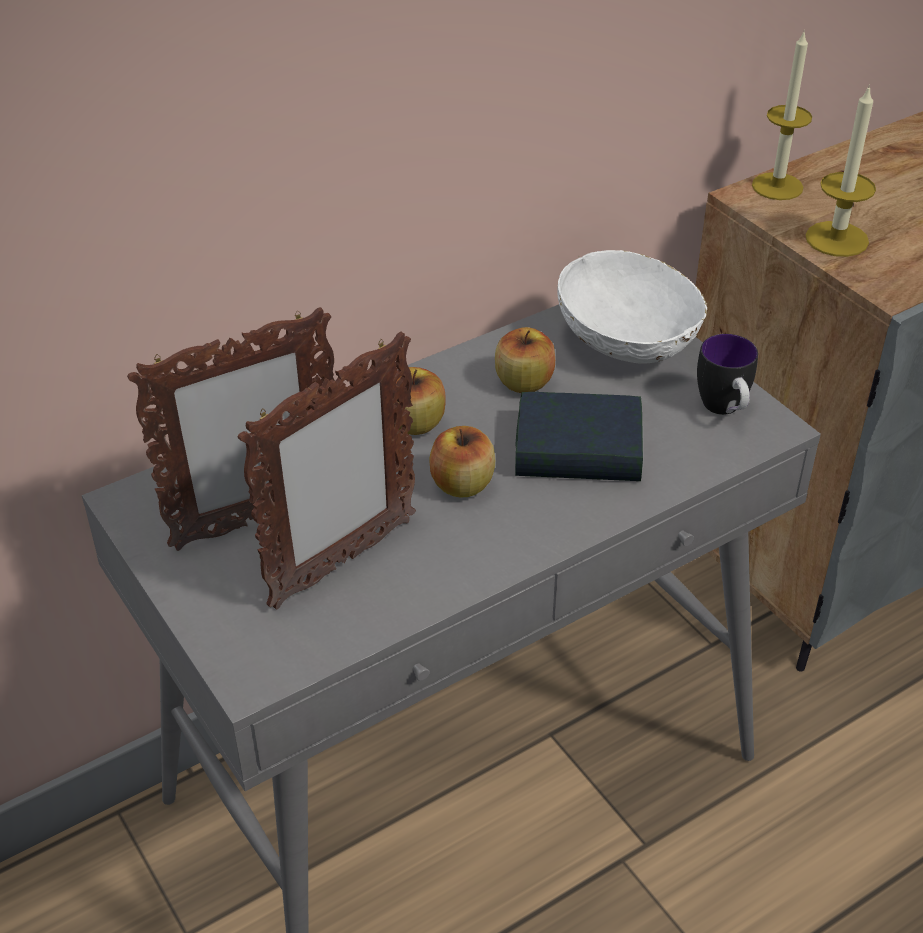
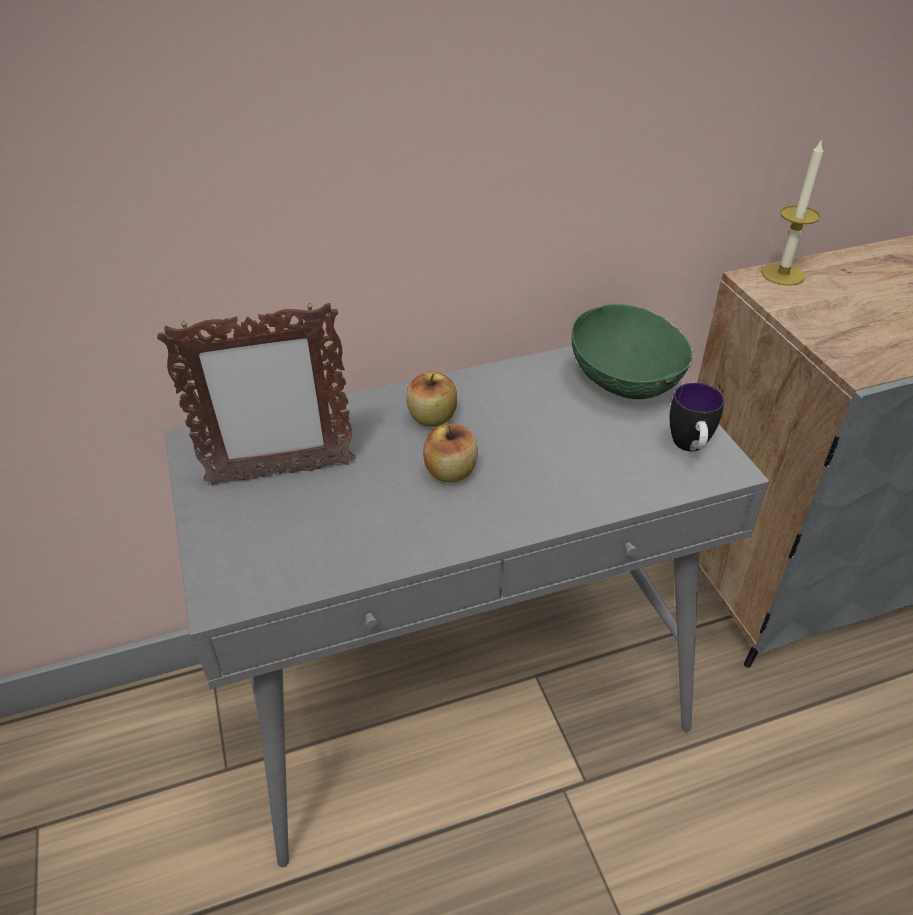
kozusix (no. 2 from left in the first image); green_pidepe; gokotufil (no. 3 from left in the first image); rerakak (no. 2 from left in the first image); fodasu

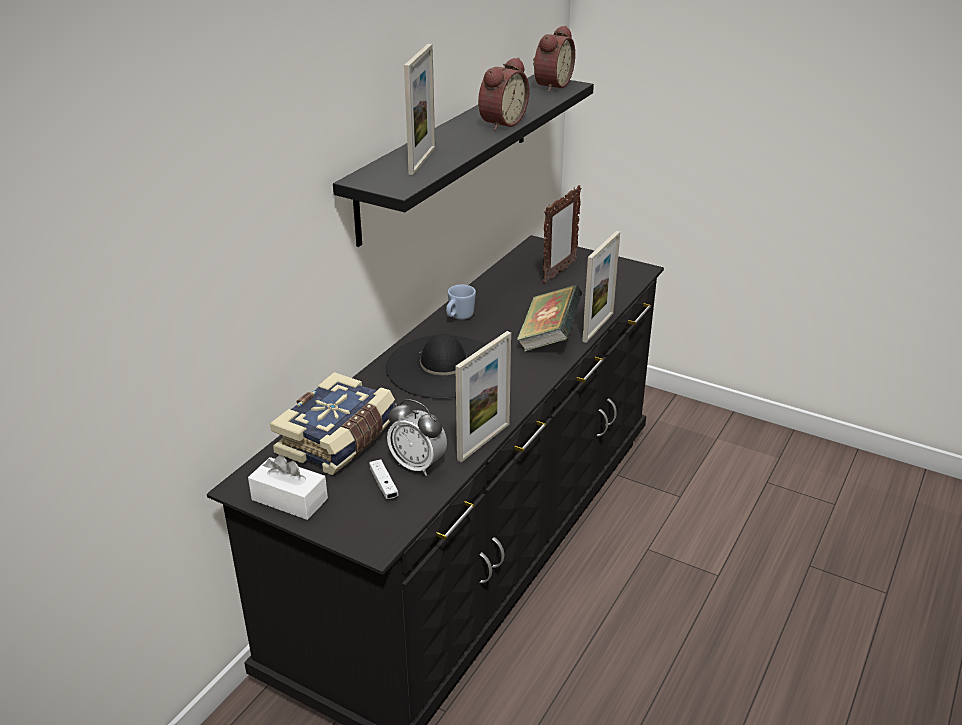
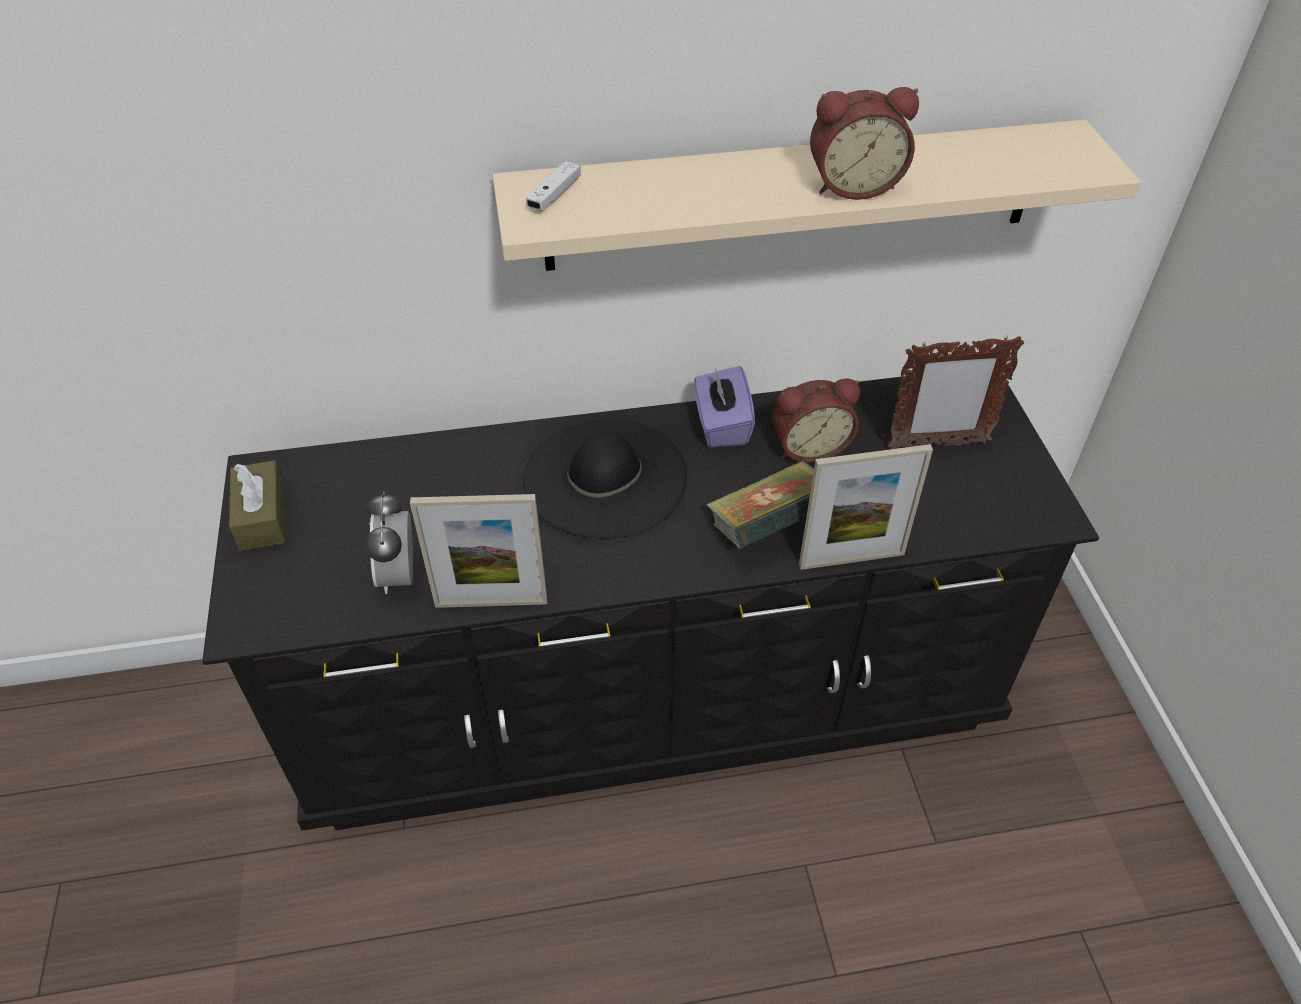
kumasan (no. 2 from left); rerakak (no. 1 from left in the first image); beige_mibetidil; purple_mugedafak; fodasu (no. 1 from left in the first image); brown_mugedafak; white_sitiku

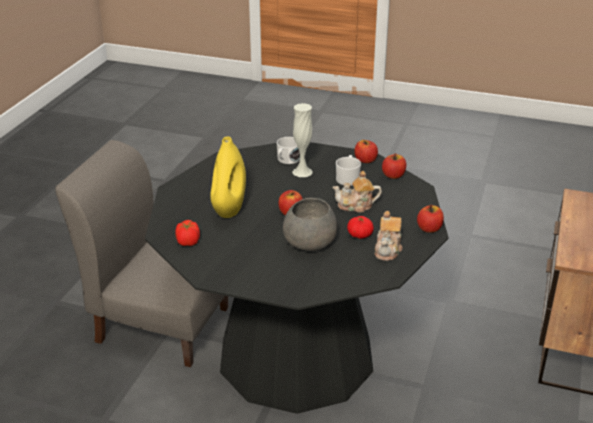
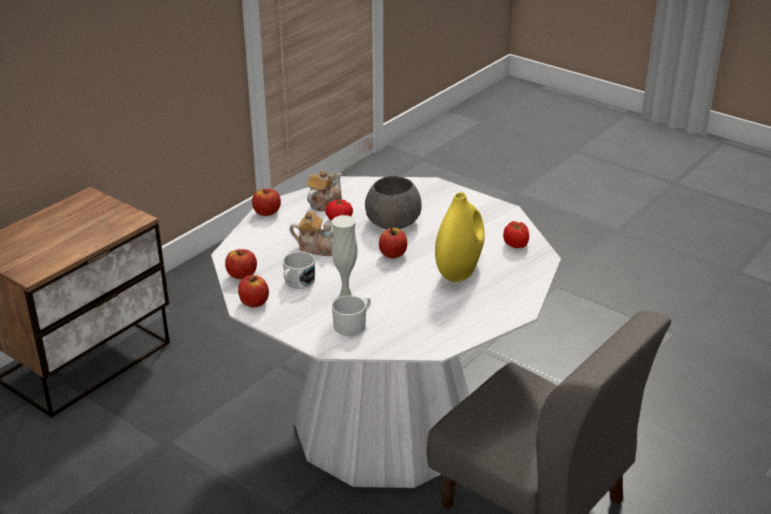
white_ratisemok

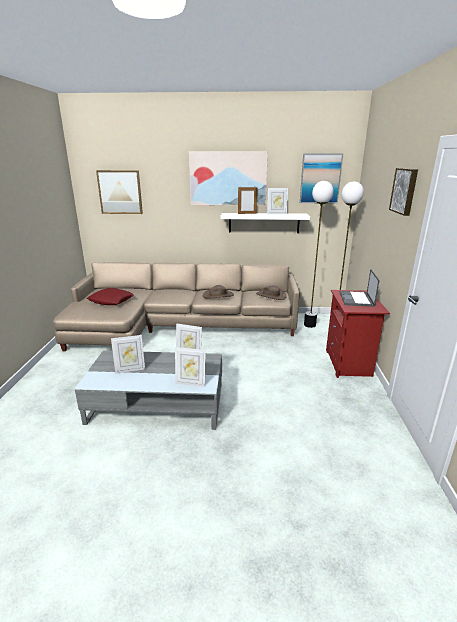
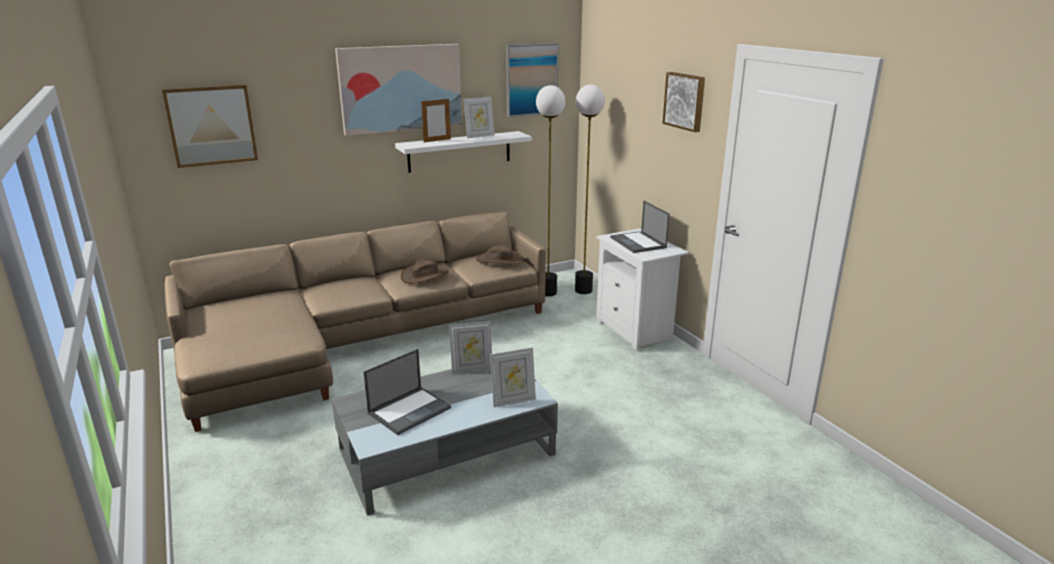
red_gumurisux; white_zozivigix; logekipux (no. 1 from left)

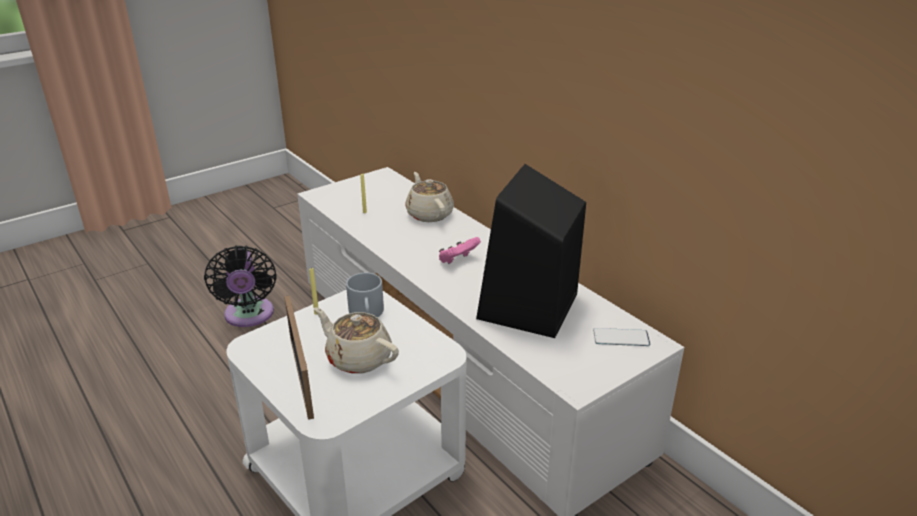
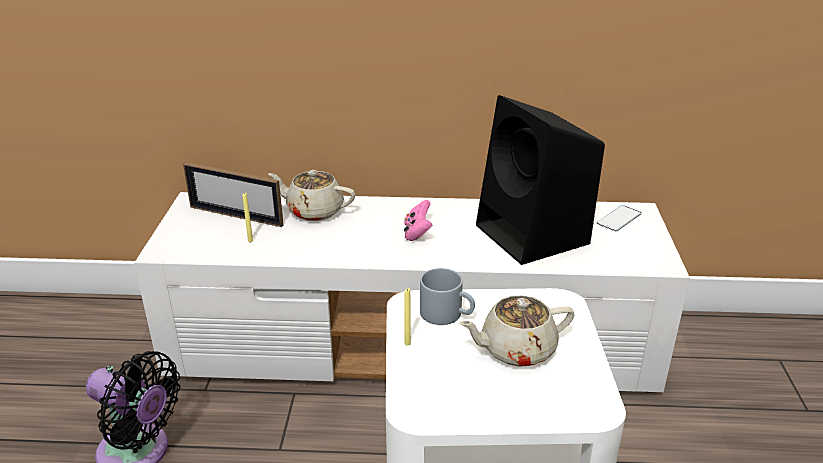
rerakak

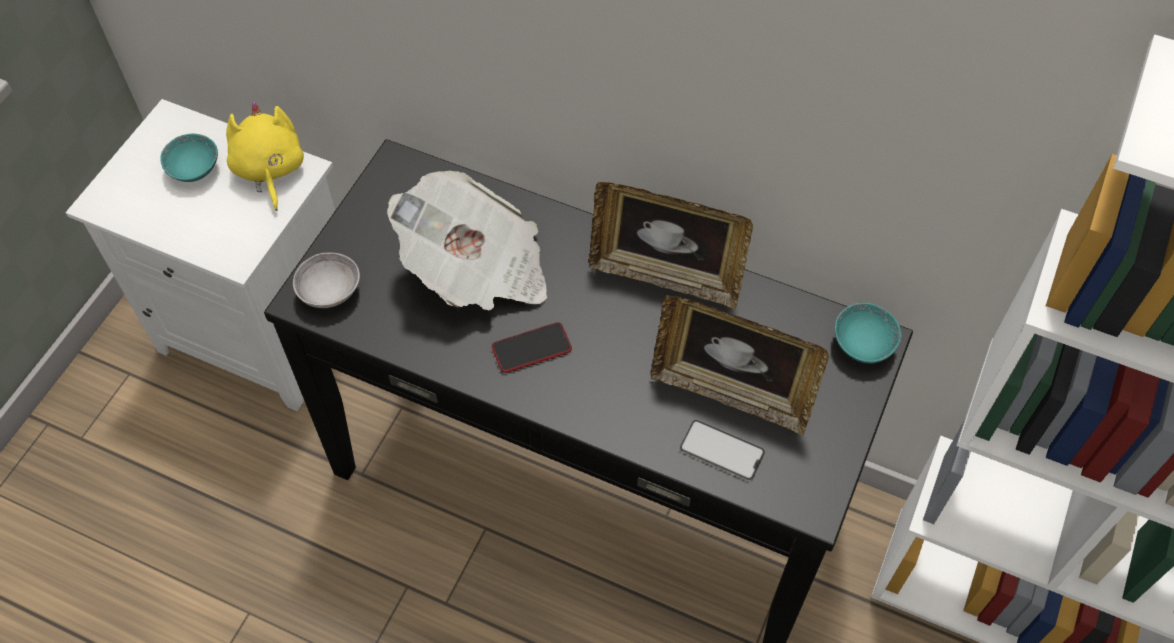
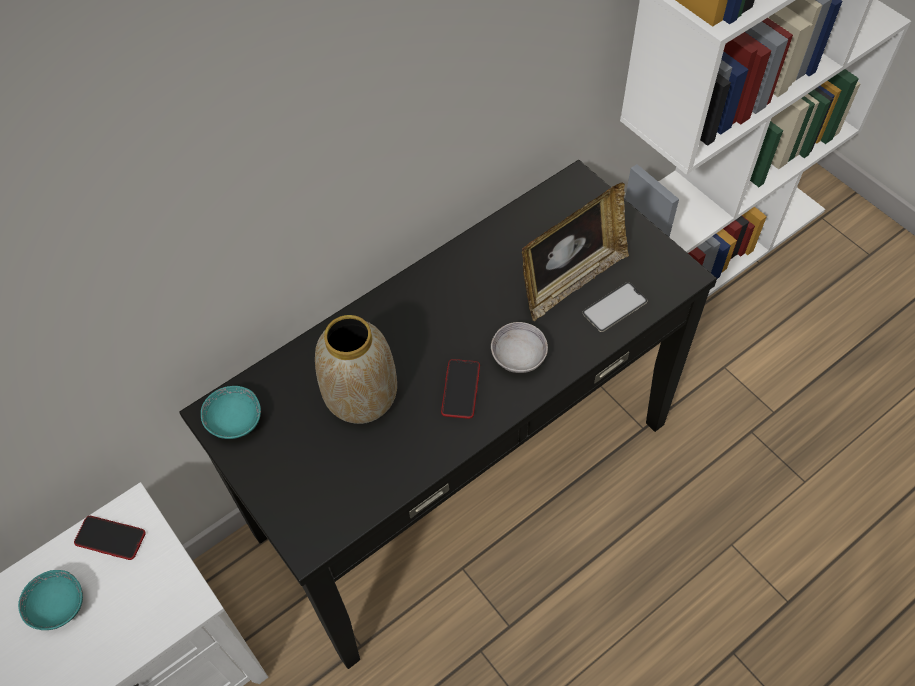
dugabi (no. 1 from left); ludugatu; rerakak (no. 1 from left in the first image); grey_pidepe; turquoise_pidepe (no. 2 from left)

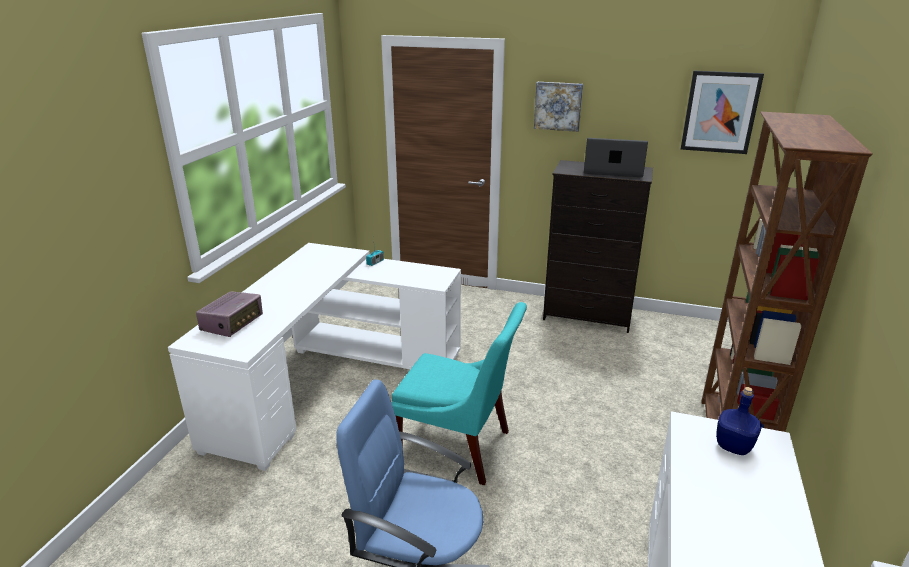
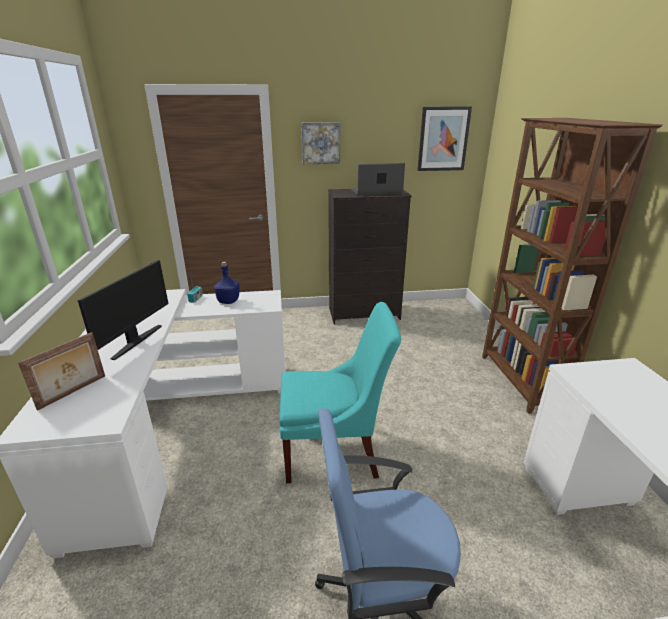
rerakak; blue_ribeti; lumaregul

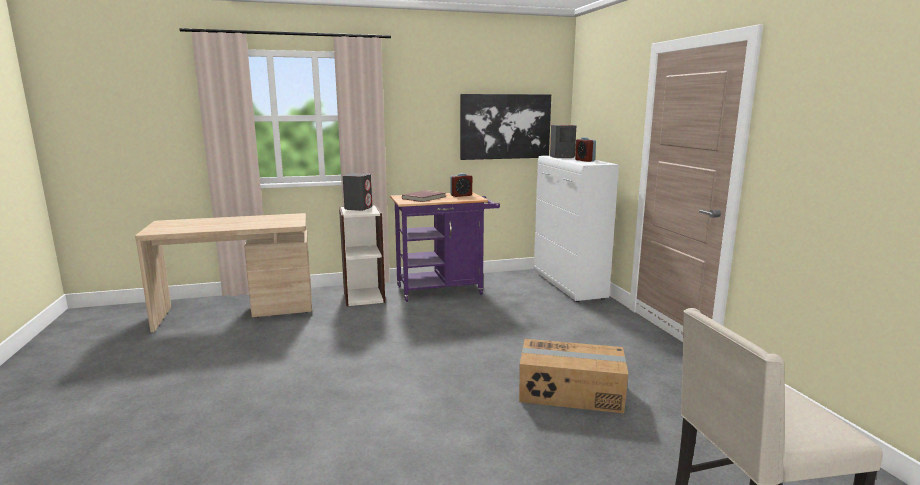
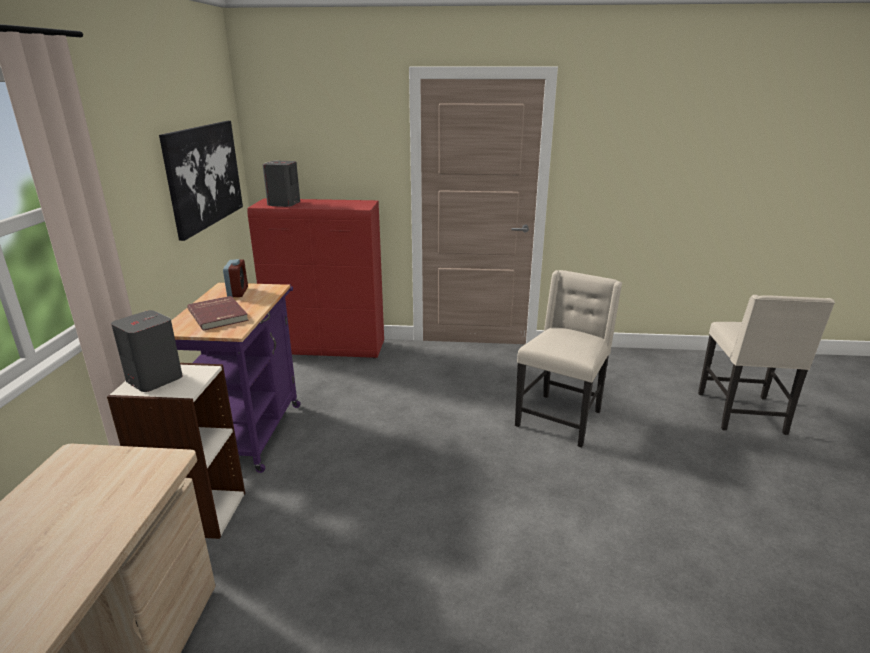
kumasan (no. 2 from left in the first image); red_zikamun; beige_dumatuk (no. 1 from left)

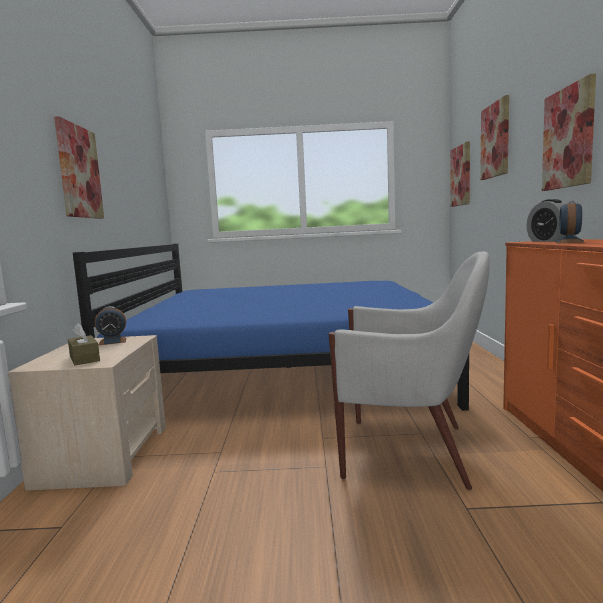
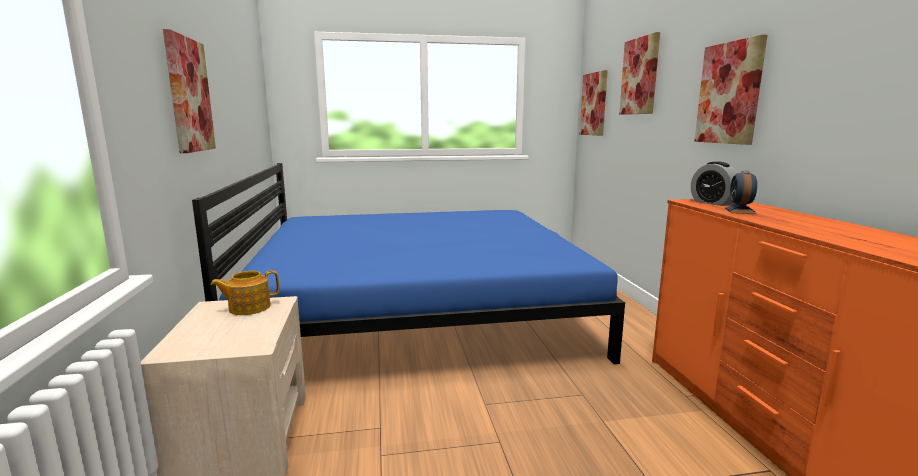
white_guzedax; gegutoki; brown_mugedafak

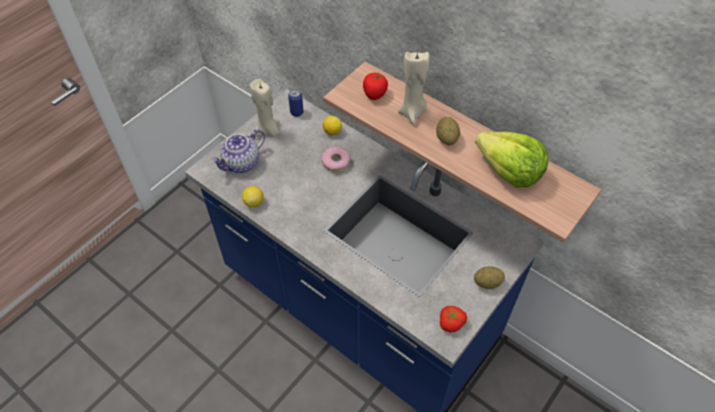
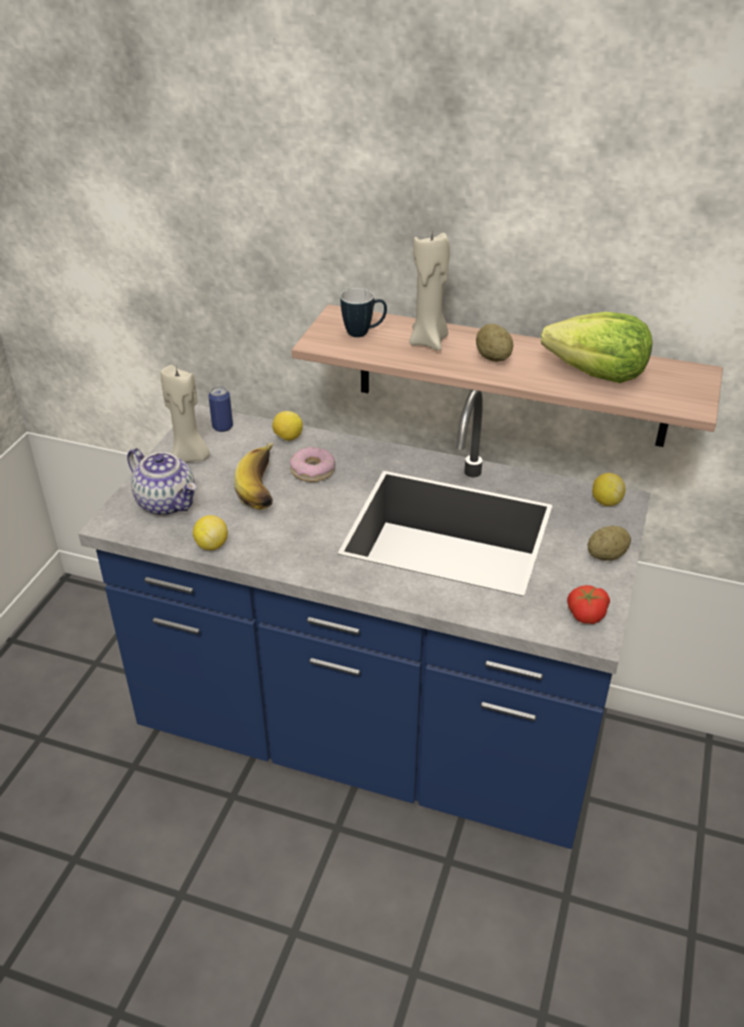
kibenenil; gegutoki; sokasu; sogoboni (no. 3 from left)

